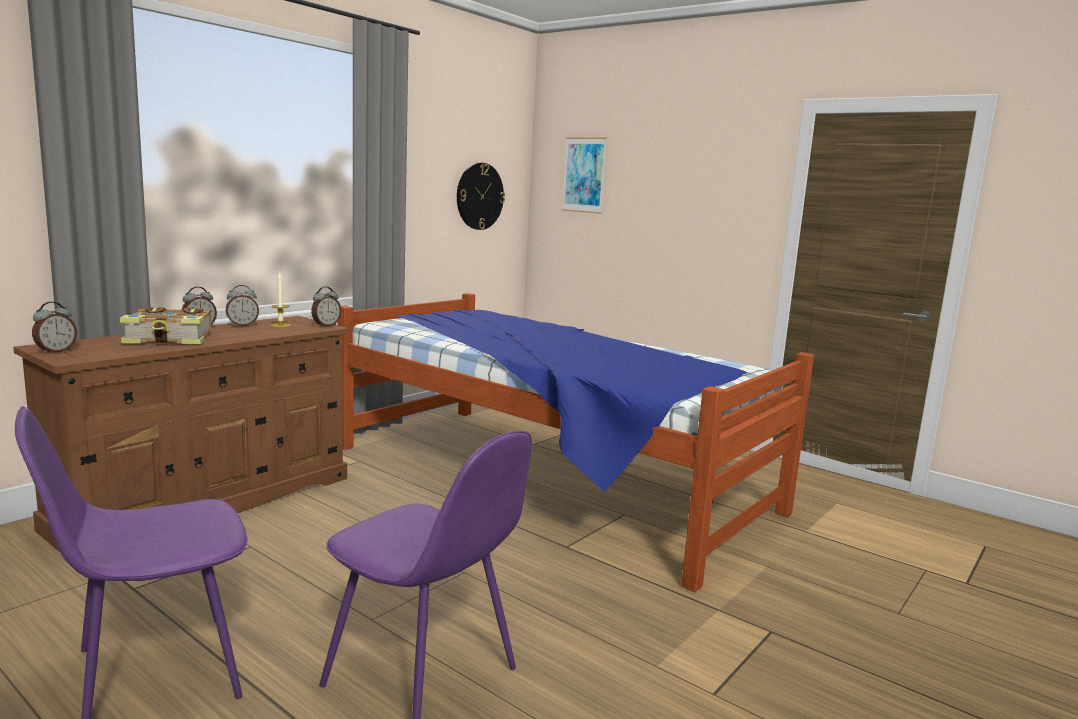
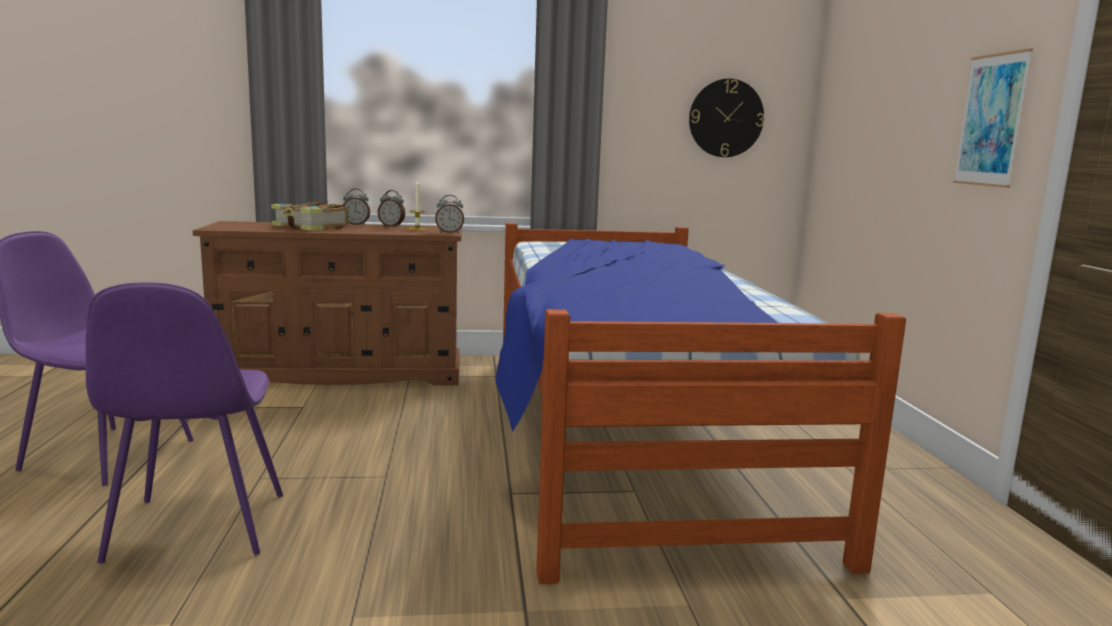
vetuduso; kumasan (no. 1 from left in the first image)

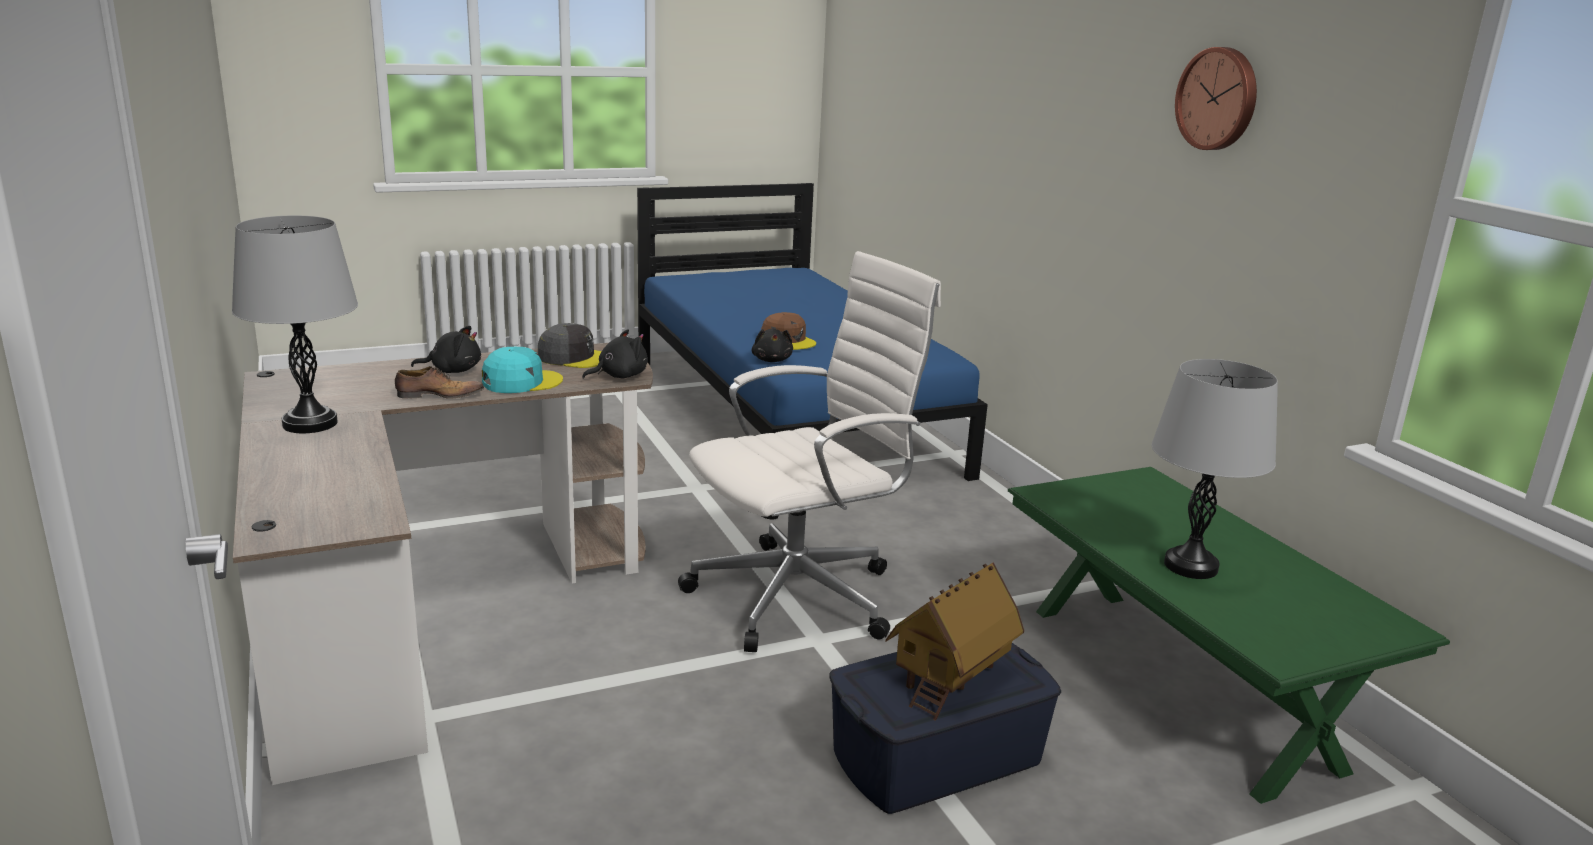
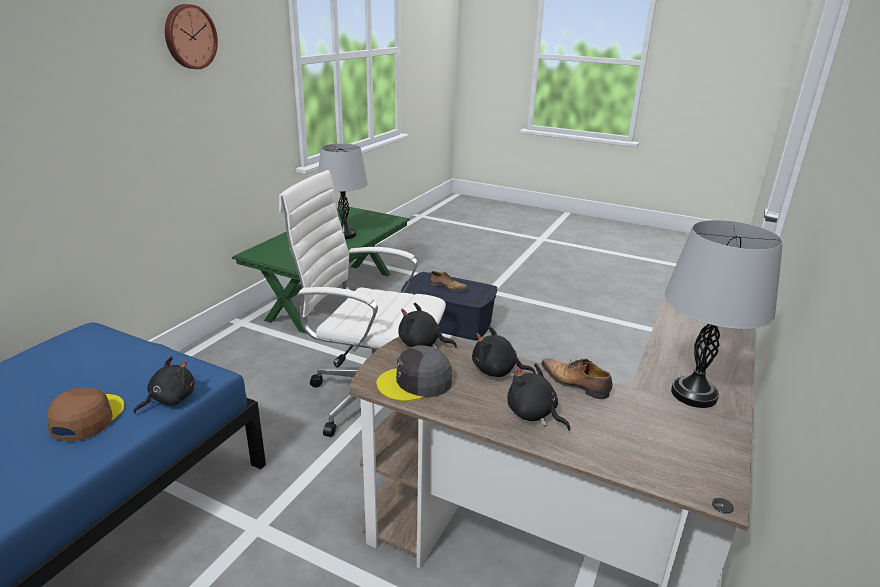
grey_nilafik; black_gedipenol (no. 3 from left); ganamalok (no. 1 from left)

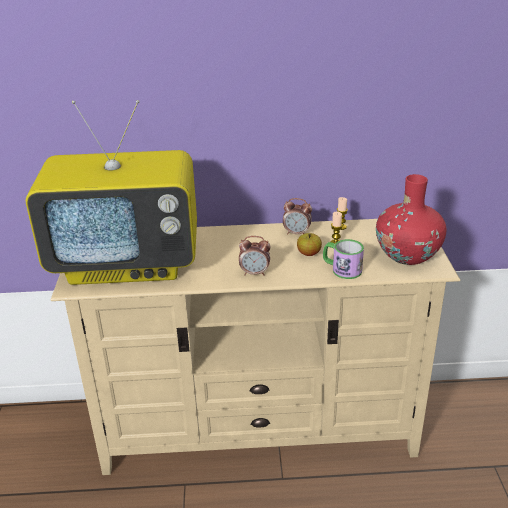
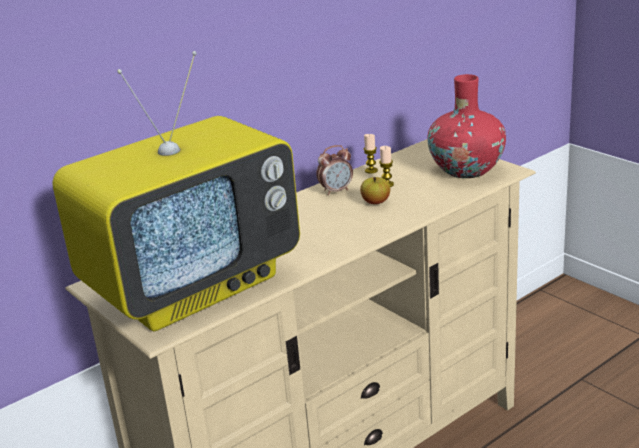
kumasan (no. 1 from left in the first image); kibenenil

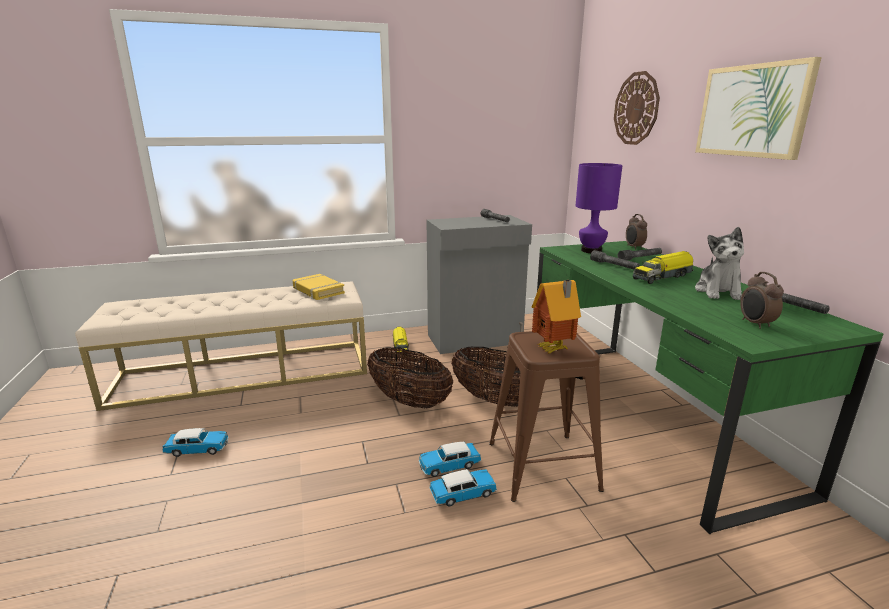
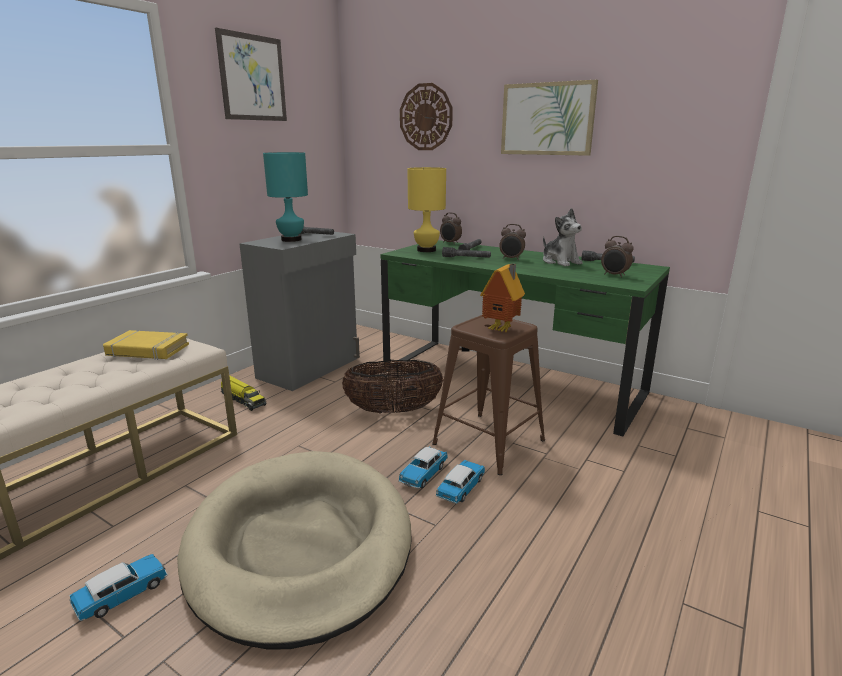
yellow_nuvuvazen; kumasan (no. 2 from left); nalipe (no. 1 from left in the first image); vetuduso (no. 1 from left); turquoise_nuvuvazen; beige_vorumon

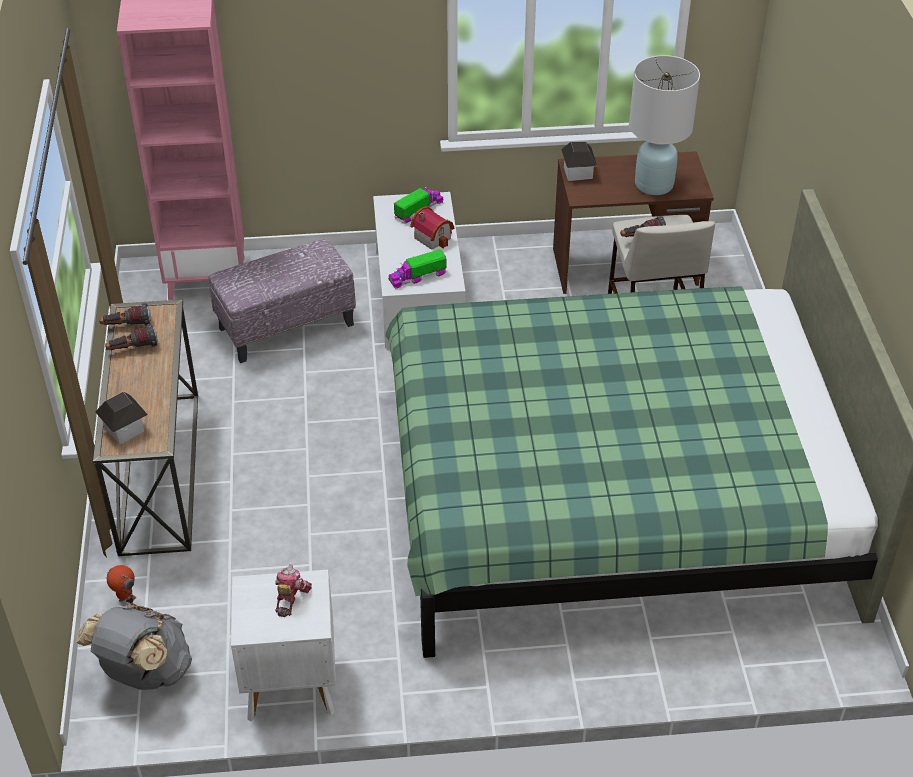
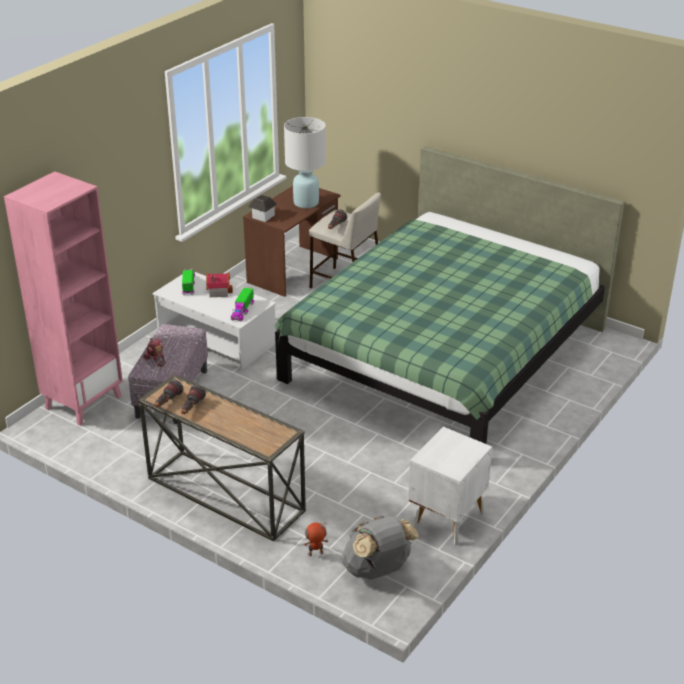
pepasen (no. 1 from left in the first image); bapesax (no. 1 from left)

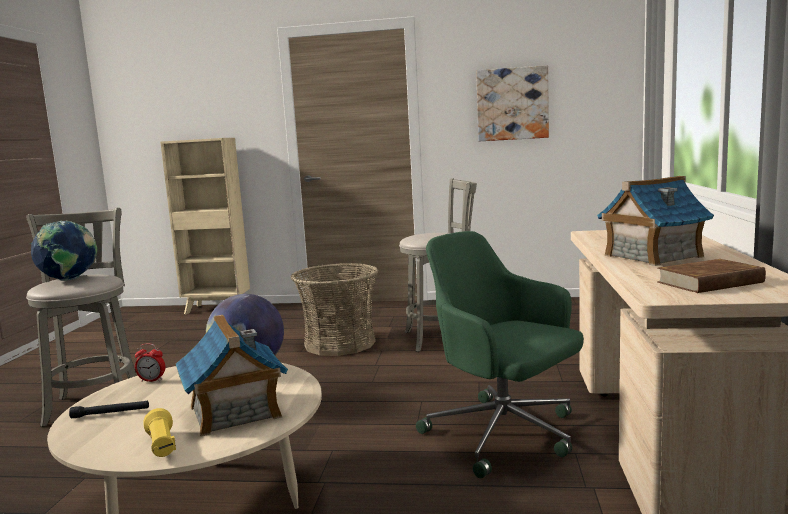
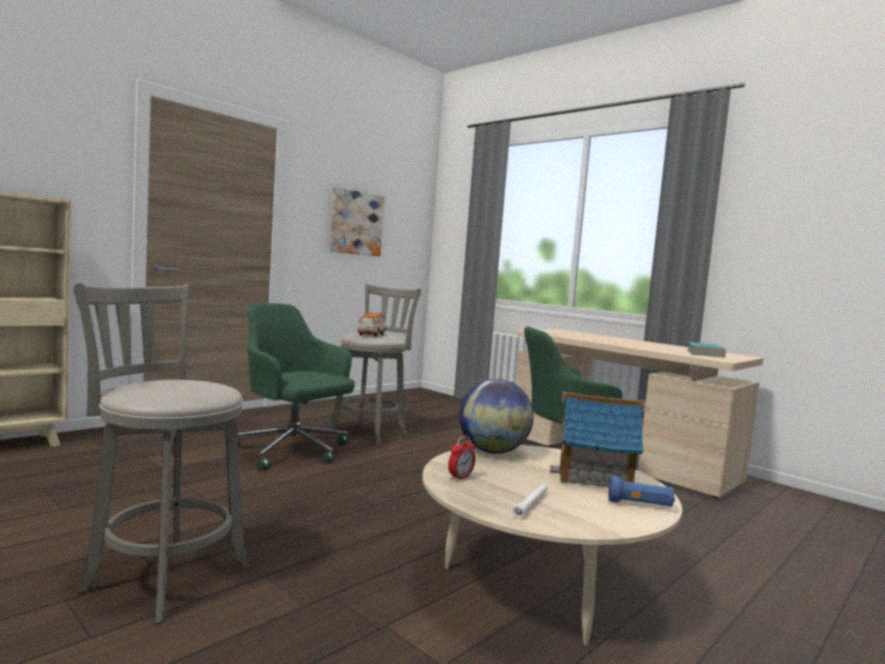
pepasen (no. 2 from left in the first image); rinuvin (no. 1 from left in the first image); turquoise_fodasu; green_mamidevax (no. 1 from left); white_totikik; blue_totikik; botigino

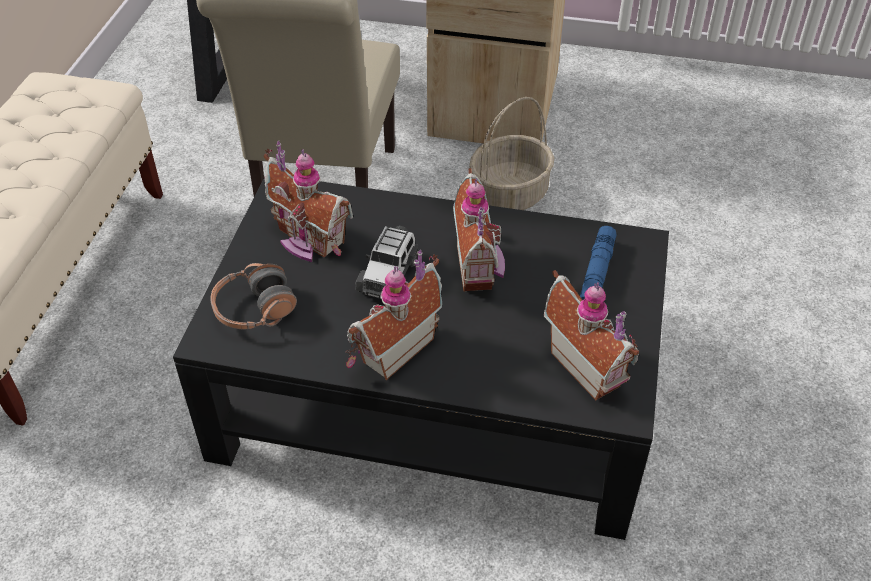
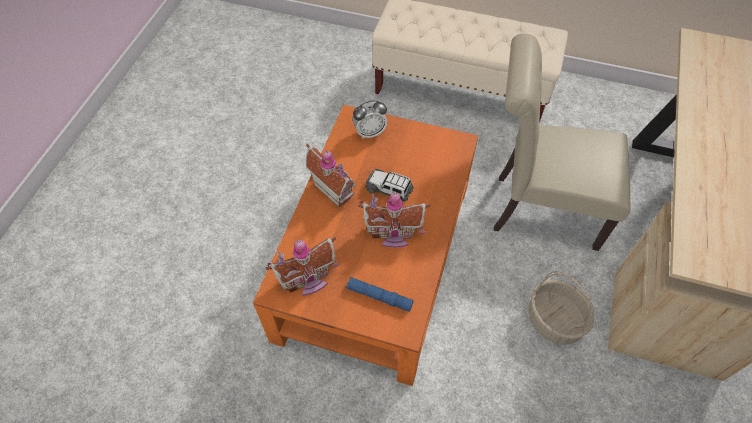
pepasen (no. 1 from left in the first image); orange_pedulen; kumasan

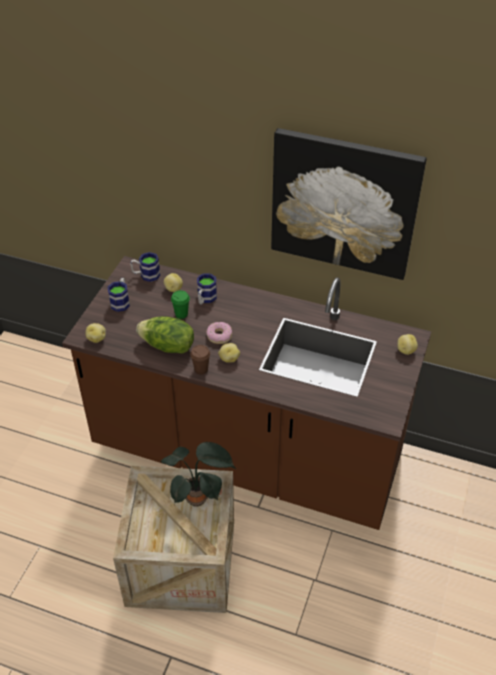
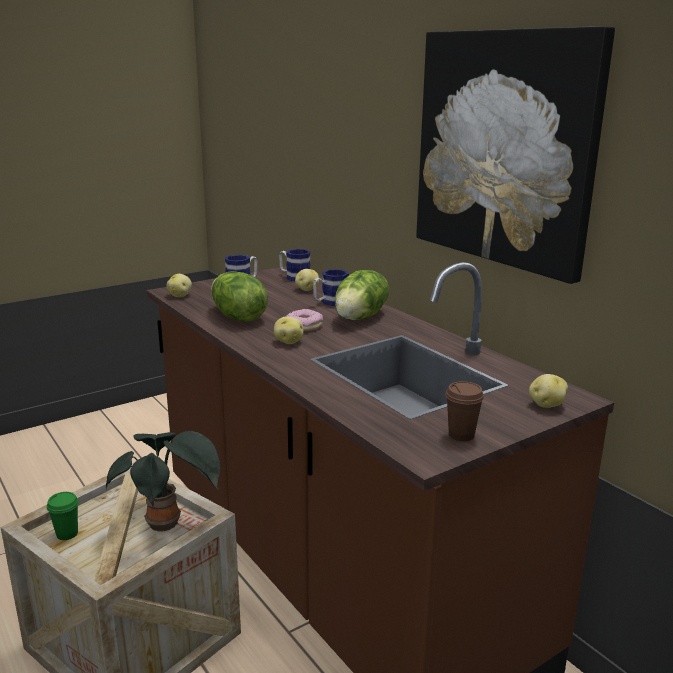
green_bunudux; brown_bunudux; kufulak (no. 2 from left)

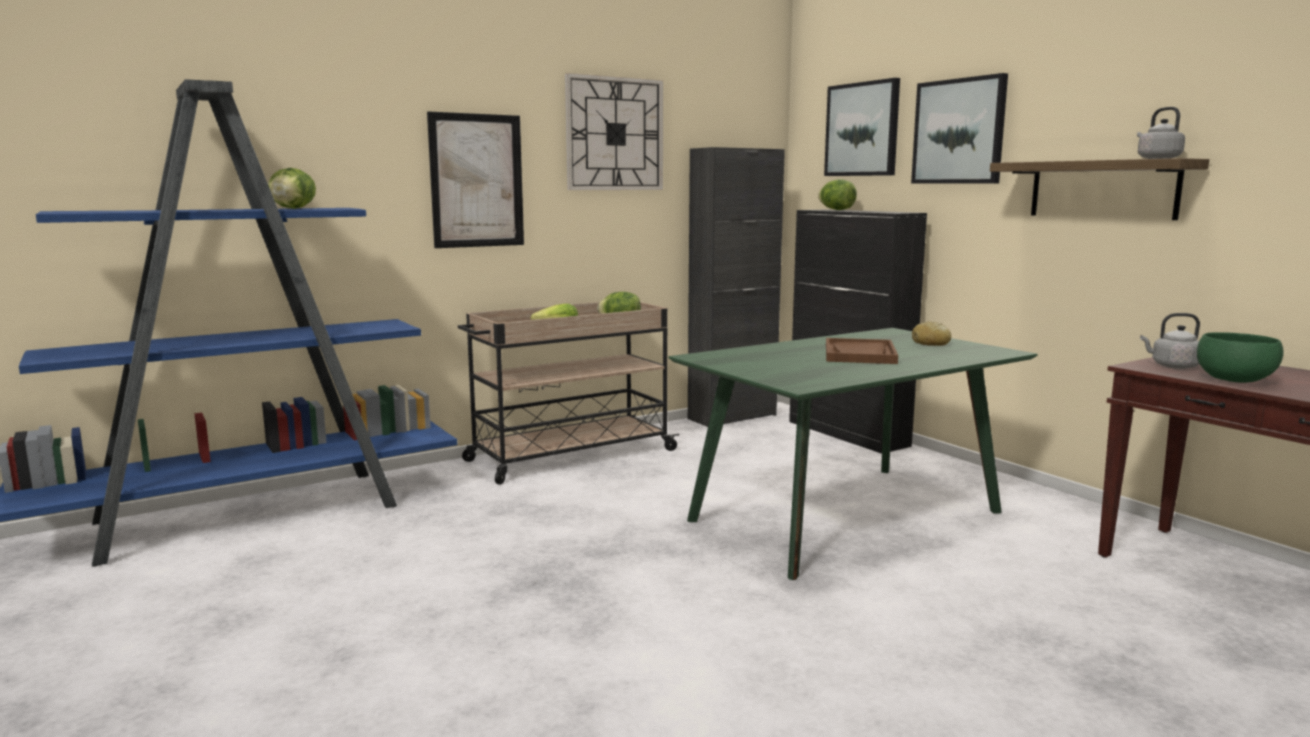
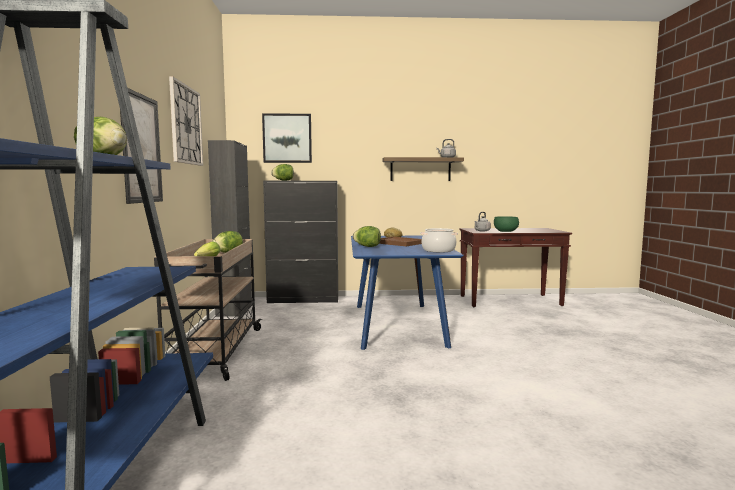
vetuduso (no. 3 from left in the first image); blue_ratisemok; kufulak (no. 5 from left); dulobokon

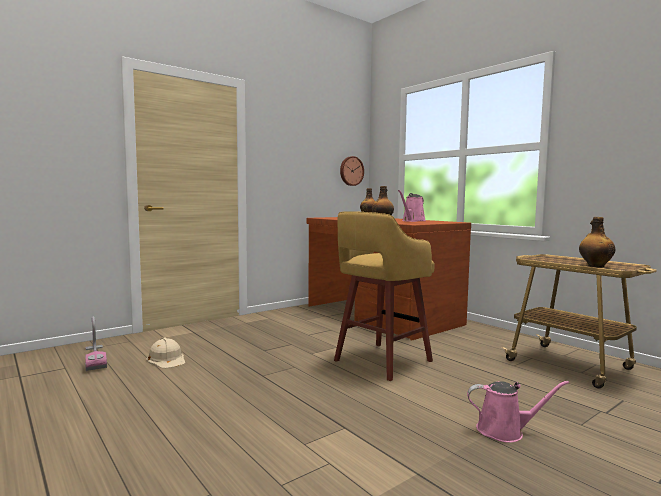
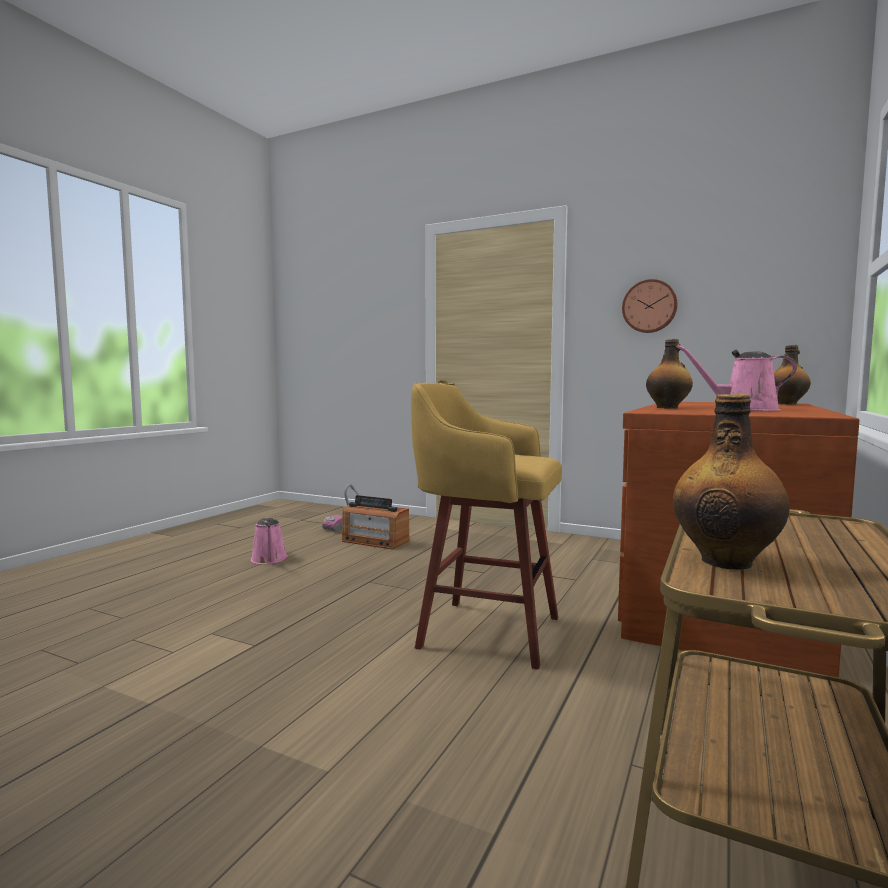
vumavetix; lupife; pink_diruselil (no. 1 from left)

